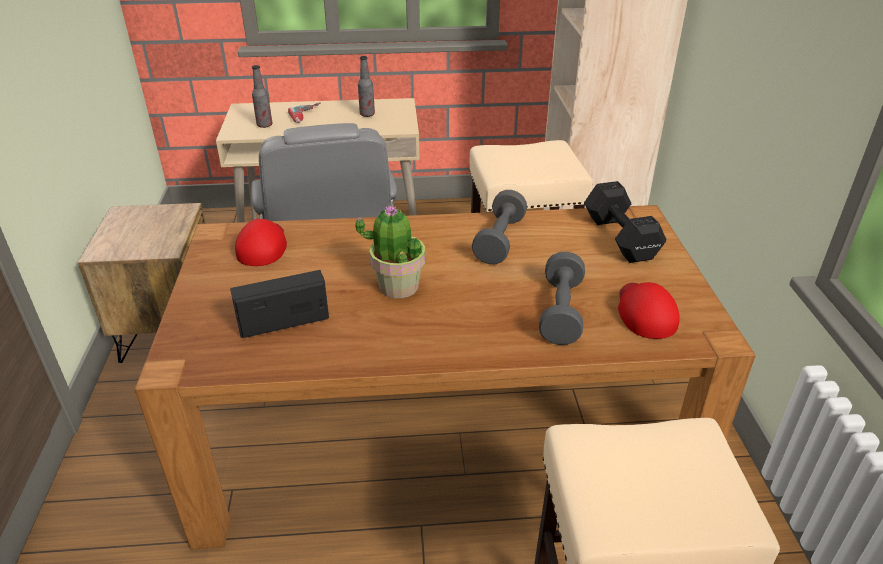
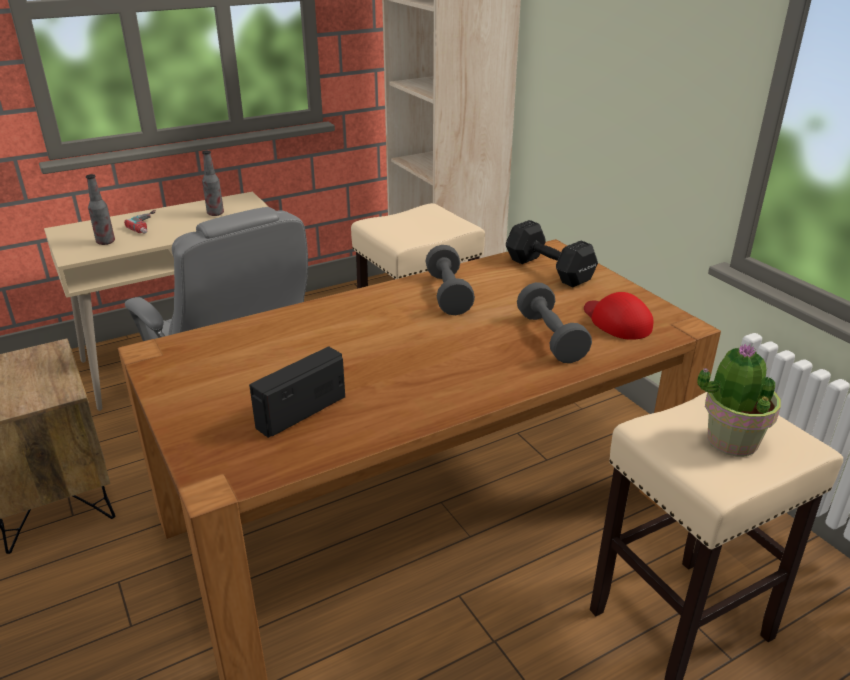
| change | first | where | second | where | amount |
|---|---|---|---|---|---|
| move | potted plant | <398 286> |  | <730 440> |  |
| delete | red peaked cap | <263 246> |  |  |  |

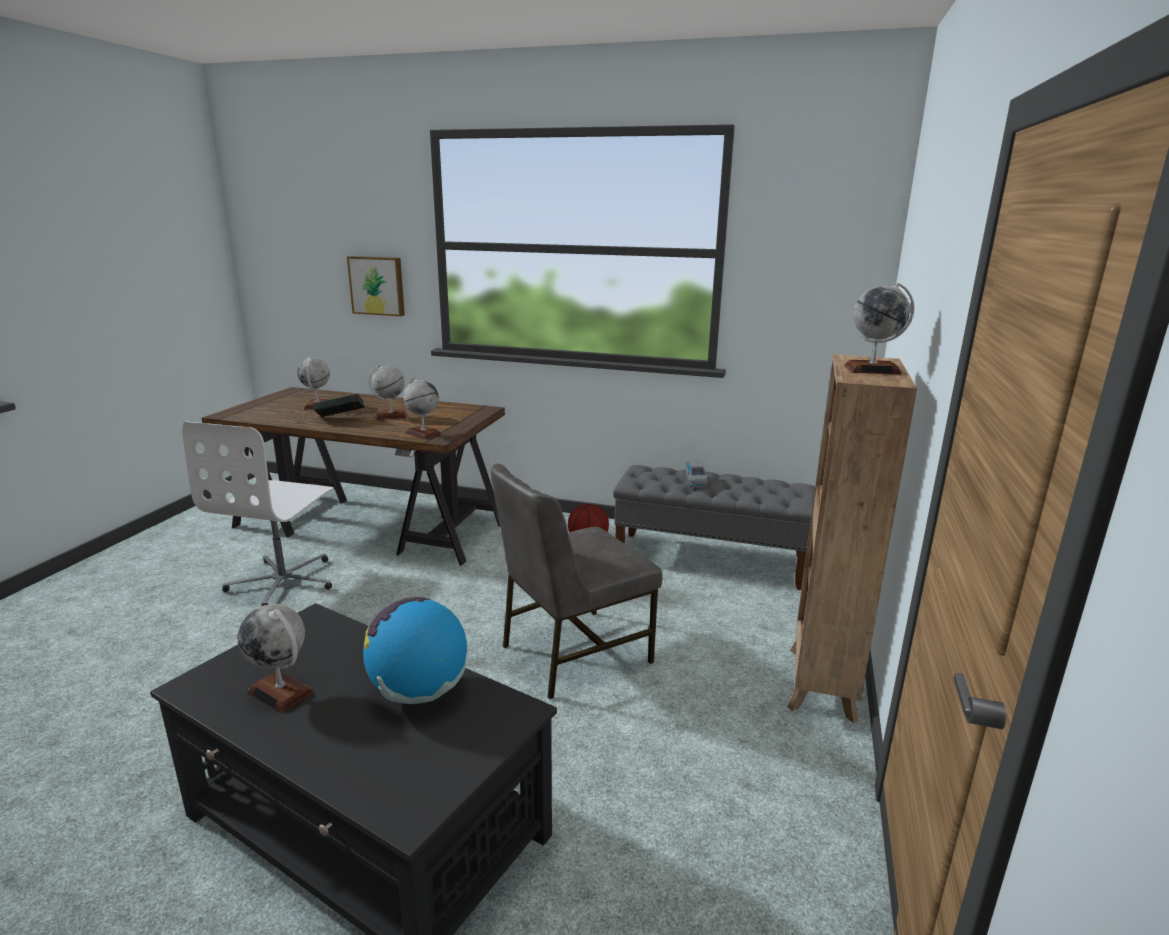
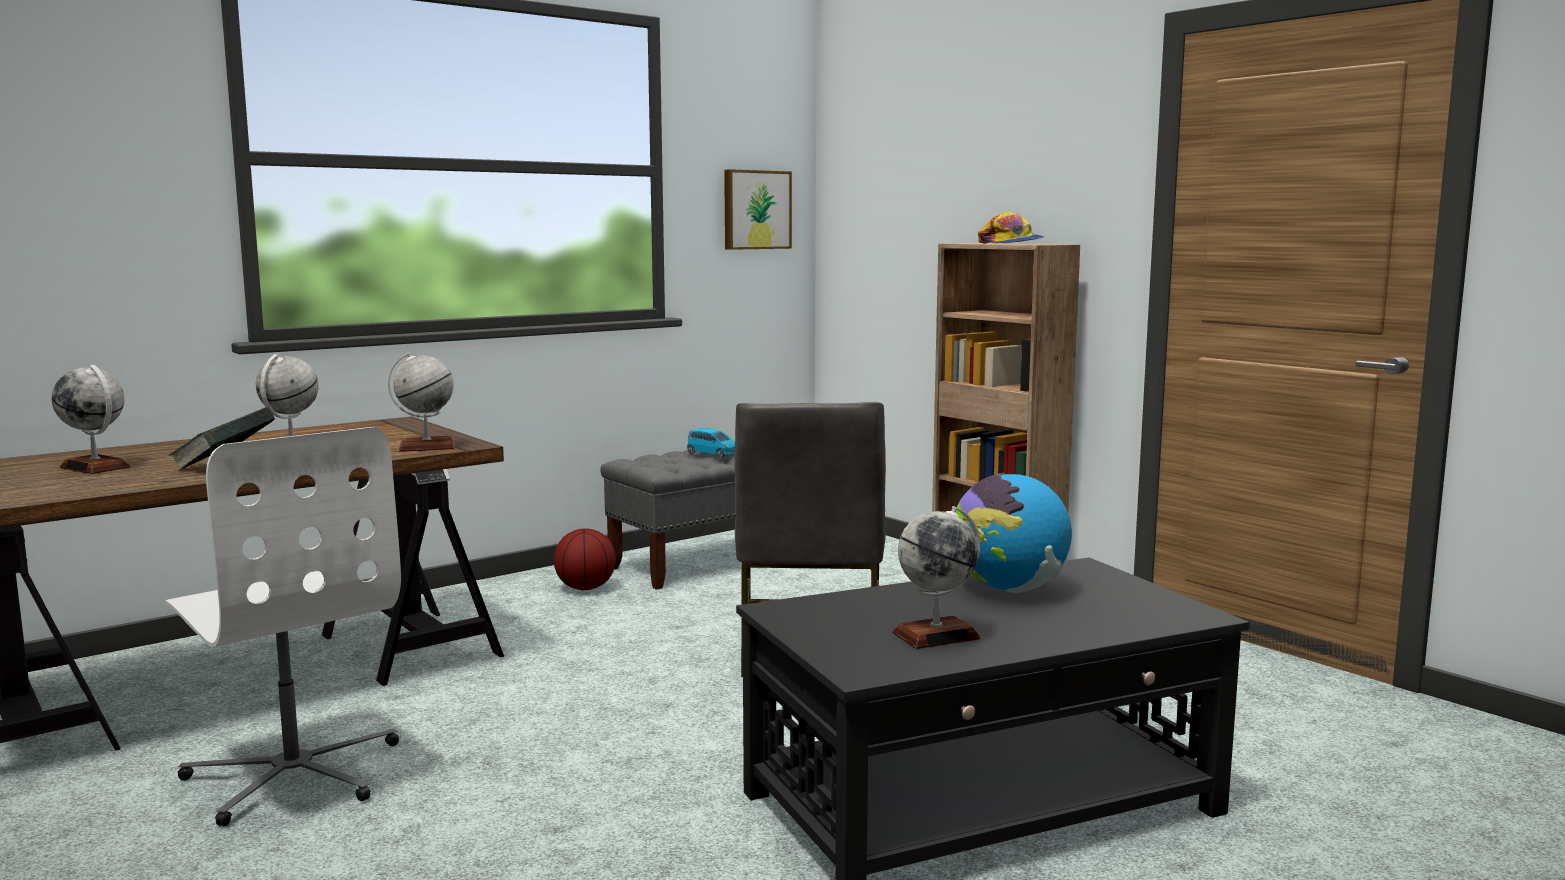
| change | first | where | second | where | amount |
|---|---|---|---|---|---|
| move | wall picture | <377 285> |  | <755 210> |  |
| replace | world globe | <872 370> | peaked cap | <1011 243> |  |
| recolor | grey miniature car | <695 481> | blue miniature car | <712 454> |  |

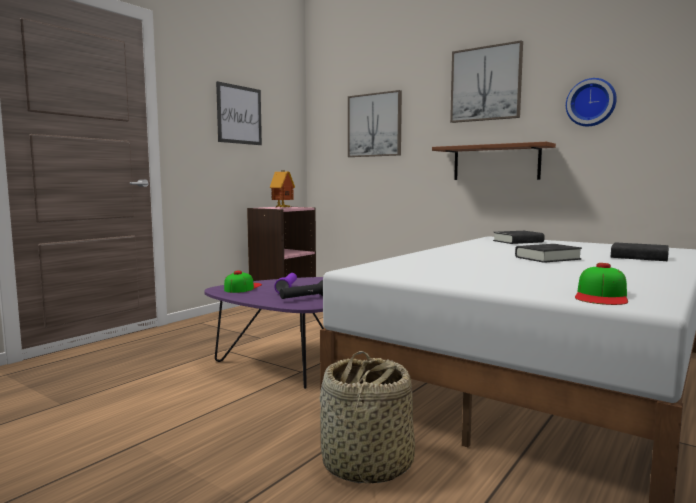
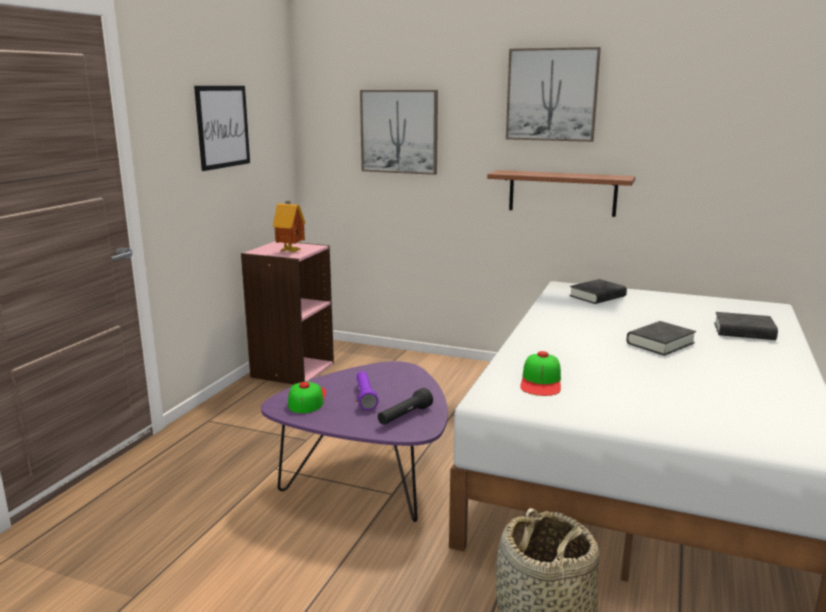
| change | first | where | second | where | amount |
|---|---|---|---|---|---|
| delete | wall clock | <591 102> |  |  |  |
| move | peaked cap | <601 295> |  | <541 381> |  |

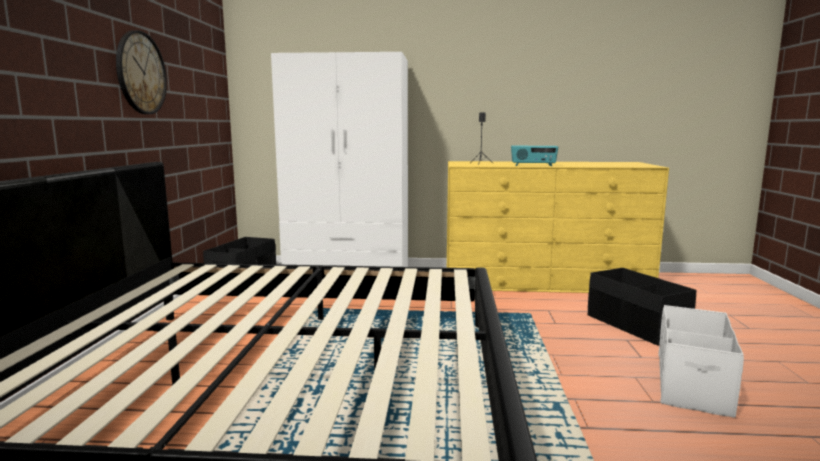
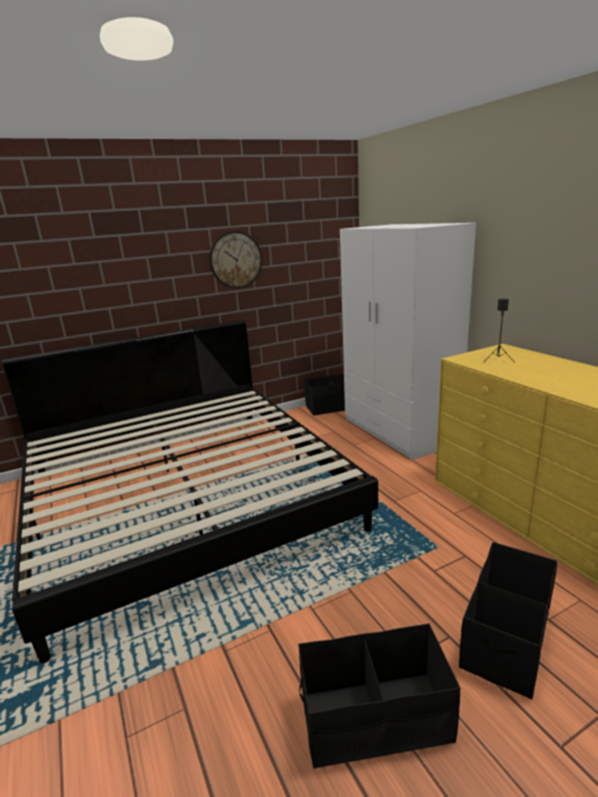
| change | first | where | second | where | amount |
|---|---|---|---|---|---|
| delete | radio | <533 165> |  |  |  |
| recolor | white-coloured storage container | <693 384> | blackish storage container | <375 719> |  |

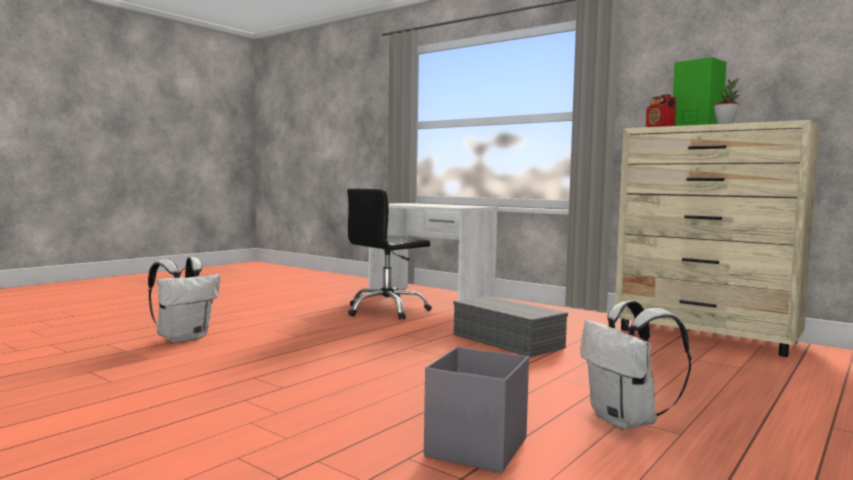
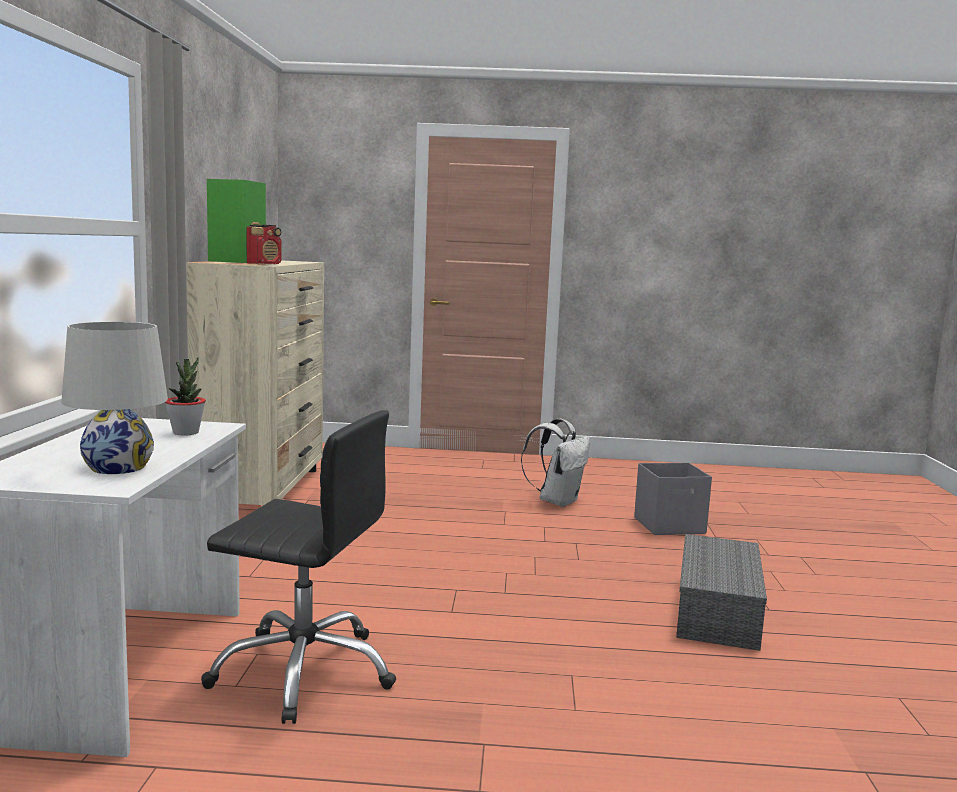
| change | first | where | second | where | amount |
|---|---|---|---|---|---|
| move | potted plant | <725 124> |  | <186 432> |  |
| delete | white-coloured backpack | <184 338> |  |  |  |
| move | grey storage container | <505 341> |  | <719 612> |  |
| insert |  |  | white-coloured table lamp | <118 467> |  |

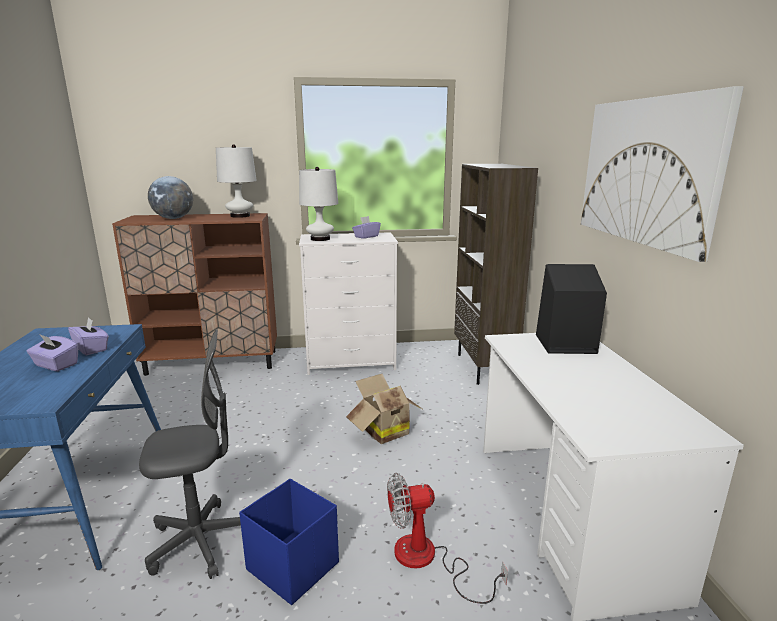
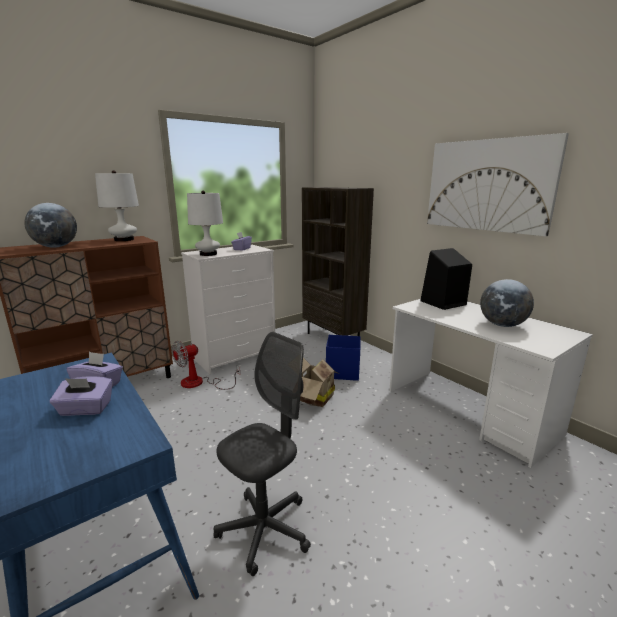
| change | first | where | second | where | amount |
|---|---|---|---|---|---|
| move | cooling fan | <427 560> |  | <199 383> |  |
| move | blue storage container | <292 565> |  | <342 372> |  |
| insert |  |  | world globe | <502 325> |  |

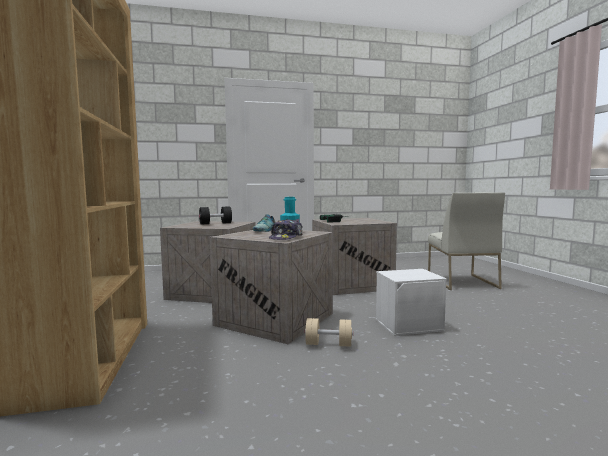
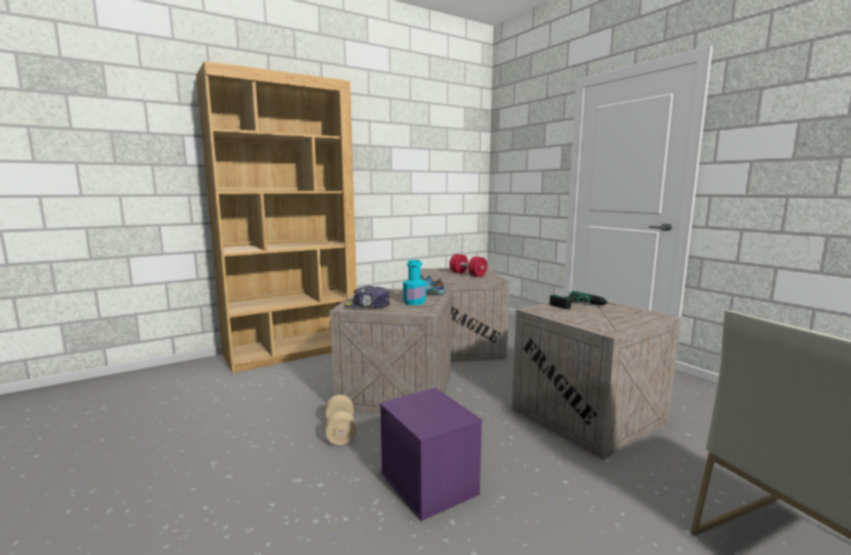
| change | first | where | second | where | amount |
|---|---|---|---|---|---|
| recolor | blackish dumbbell | <215 223> | red dumbbell | <468 274> |  |
| recolor | white-coloured storage container | <409 324> | purple-coloured storage container | <430 483> |  |

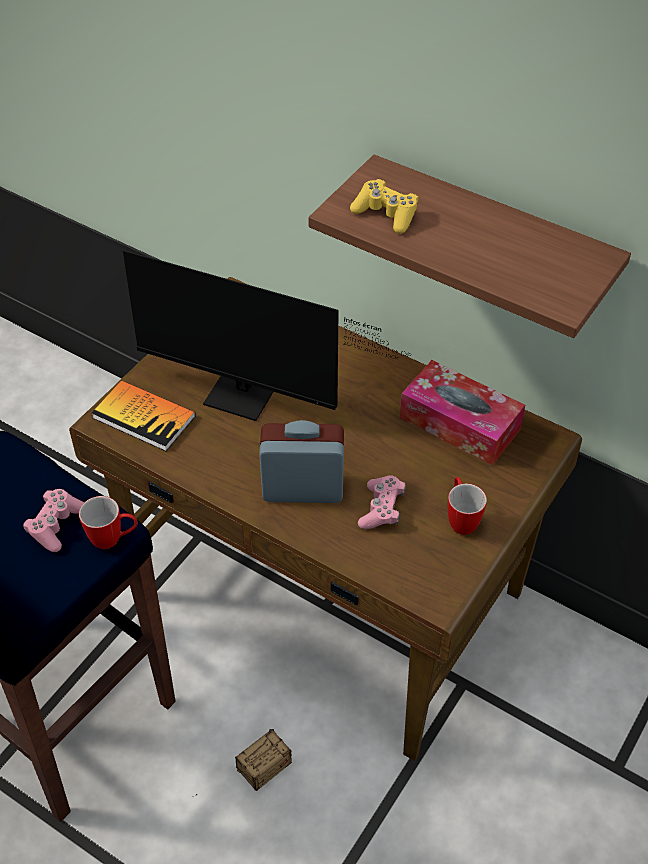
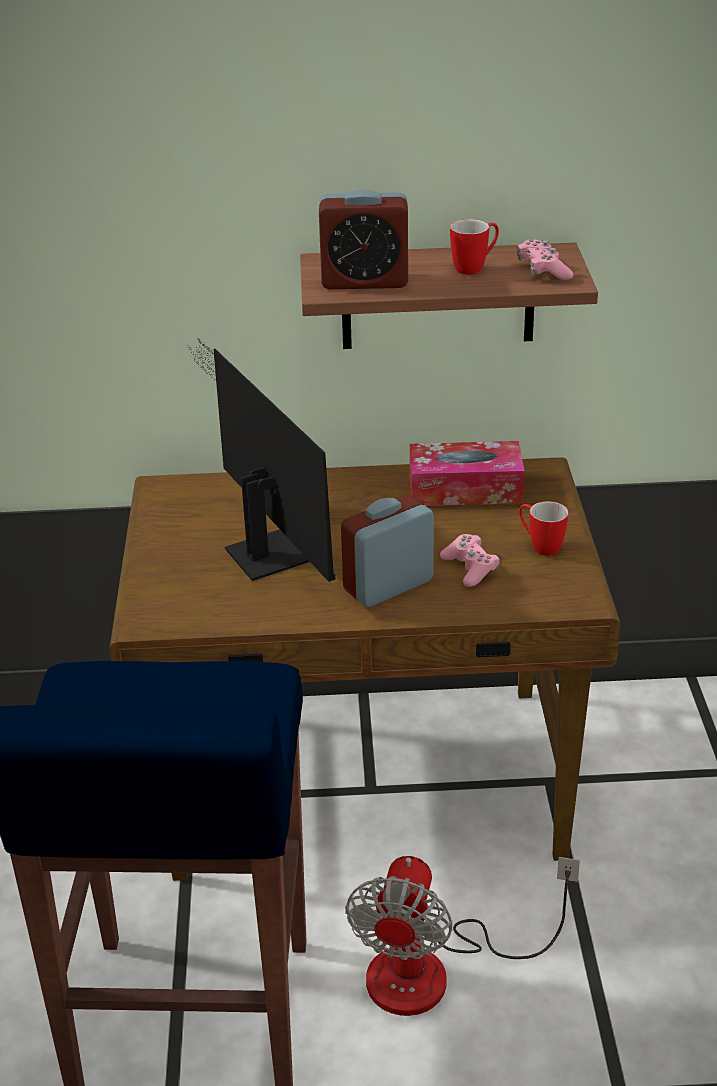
| change | first | where | second | where | amount |
|---|---|---|---|---|---|
| replace | yellow-coloured gamepad | <386 214> | bedside clock | <364 281> |  |
| rotate | monitor | <250 398> |  | <265 548> | 105 degrees counterclockwise |
| delete | bound book | <144 417> |  |  |  |
| move | pinkish gamepad | <56 525> |  | <543 271> |  |
| move | tea mug | <113 539> |  | <475 268> |  |
| replace | storage container | <239 785> | cooling fan | <435 971> |  |

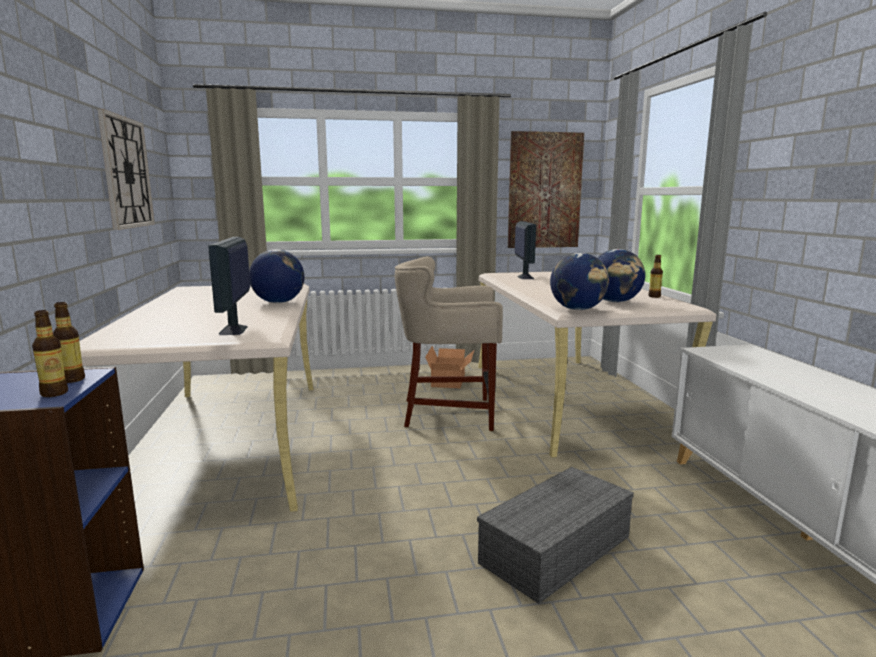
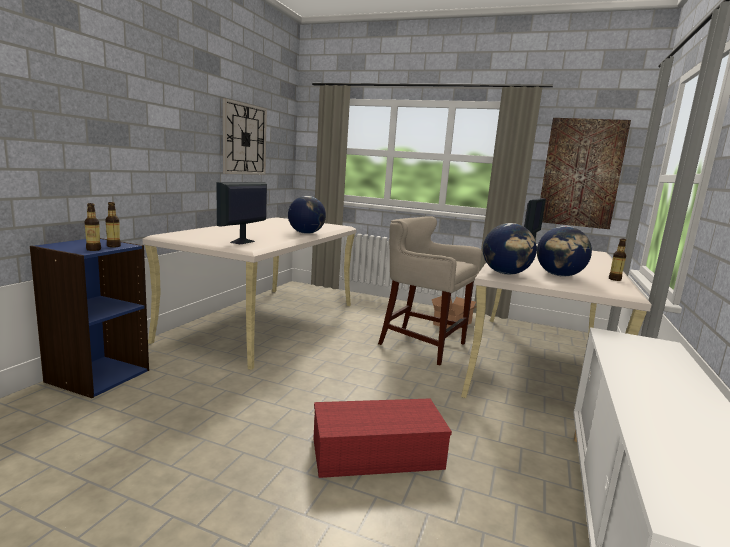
| change | first | where | second | where | amount |
|---|---|---|---|---|---|
| recolor | grey storage container | <556 551> | red storage container | <375 454> |  |

